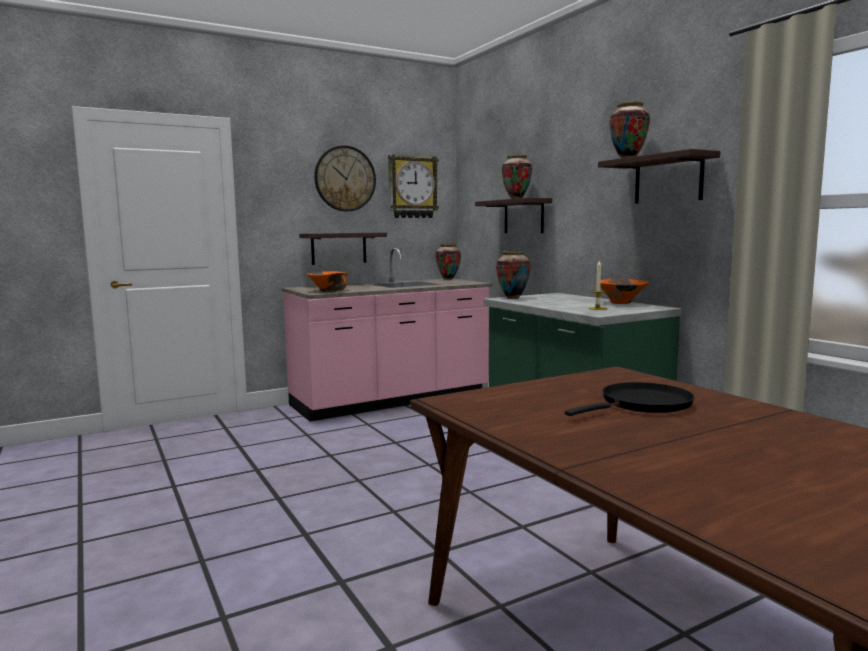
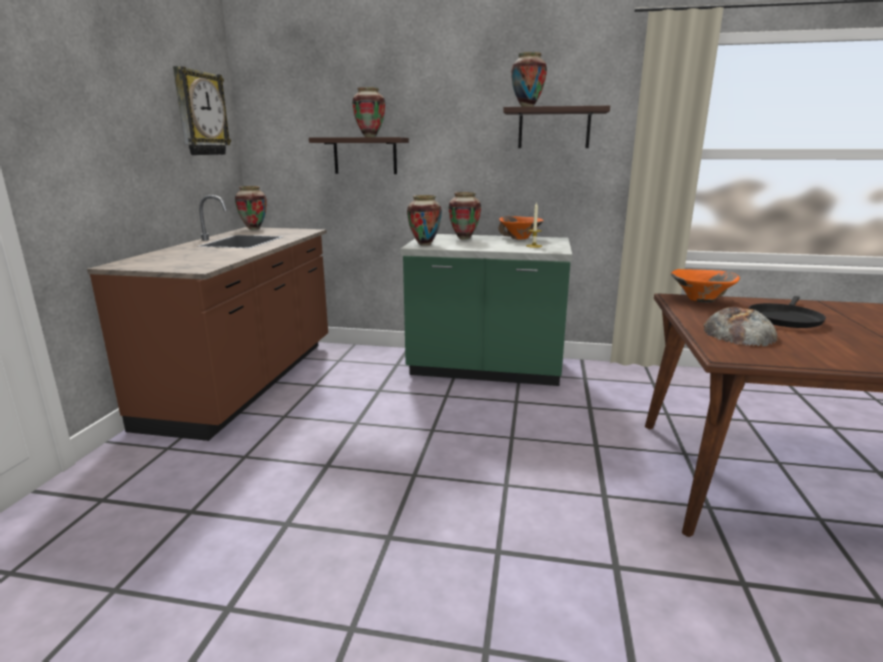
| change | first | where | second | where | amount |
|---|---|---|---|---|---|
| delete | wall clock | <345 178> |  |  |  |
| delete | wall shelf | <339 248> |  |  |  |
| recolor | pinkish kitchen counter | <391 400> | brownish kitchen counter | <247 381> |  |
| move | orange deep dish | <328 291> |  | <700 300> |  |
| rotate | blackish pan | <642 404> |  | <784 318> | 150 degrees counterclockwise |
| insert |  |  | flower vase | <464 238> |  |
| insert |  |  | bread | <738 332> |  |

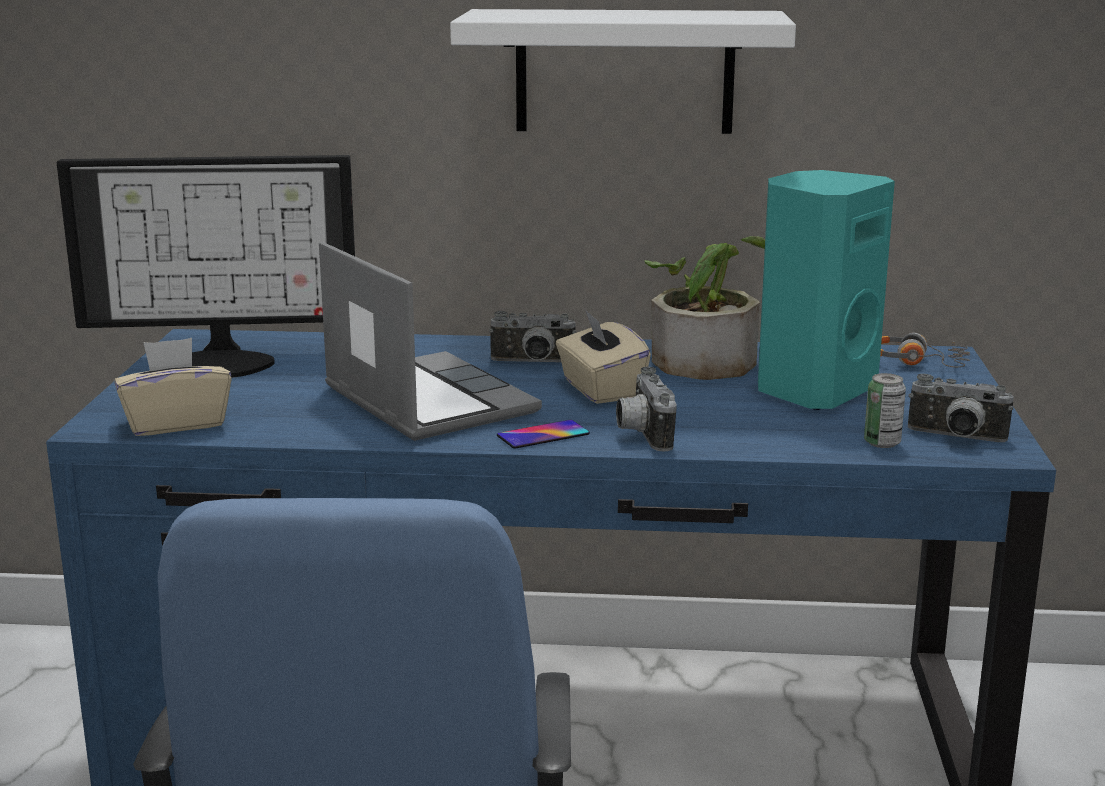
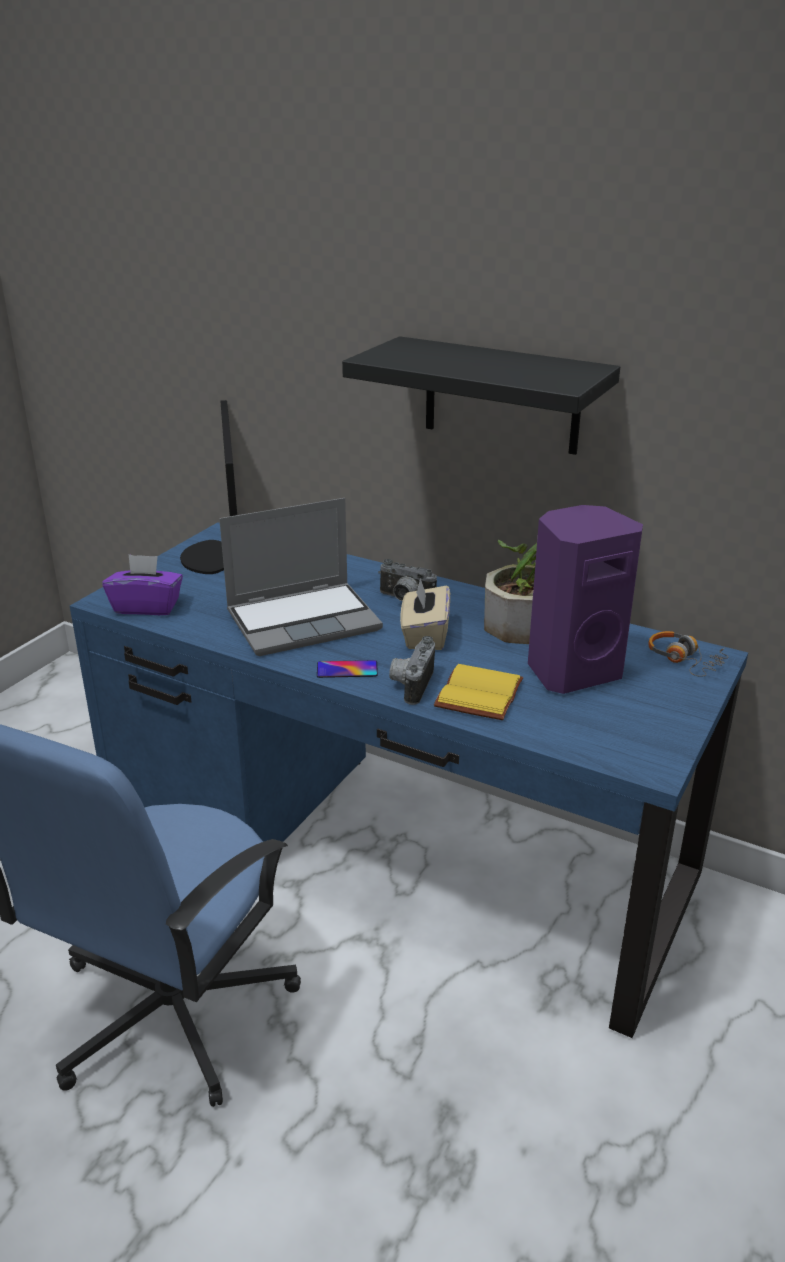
| change | first | where | second | where | amount |
|---|---|---|---|---|---|
| recolor | white-coloured wall shelf | <624 71> | blackish wall shelf | <501 396> |  |
| rotate | monitor | <219 361> |  | <217 557> | 60 degrees clockwise |
| recolor | turquoise audio speaker | <812 391> | purple-coloured audio speaker | <572 671> |  |
| rotate | notebook computer | <425 400> |  | <304 620> | 75 degrees clockwise |
| recolor | sand-coloured tissue holder | <176 423> | purple-coloured tissue holder | <147 607> |  |
| delete | can | <882 443> |  |  |  |
| delete | photo camera | <956 438> |  |  |  |
| insert |  |  | yellow-coloured bound book | <477 693> |  |

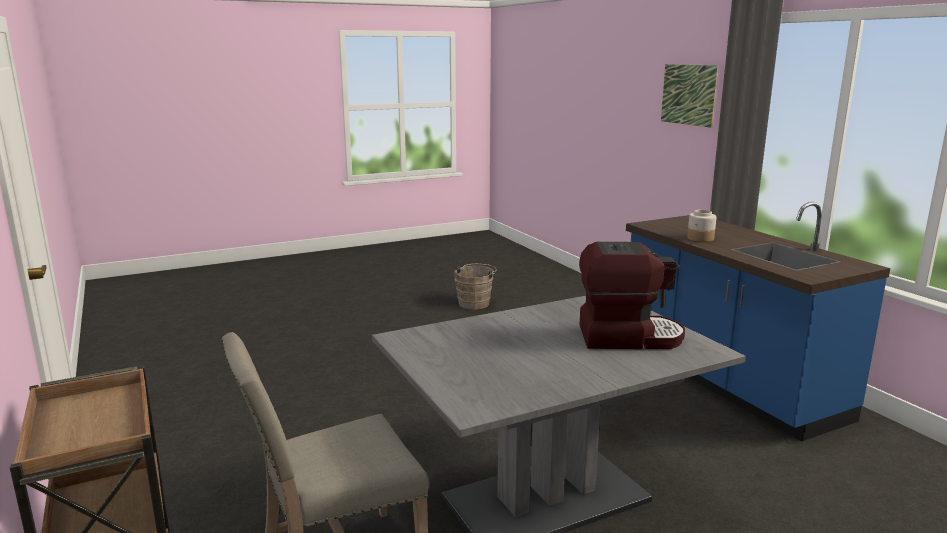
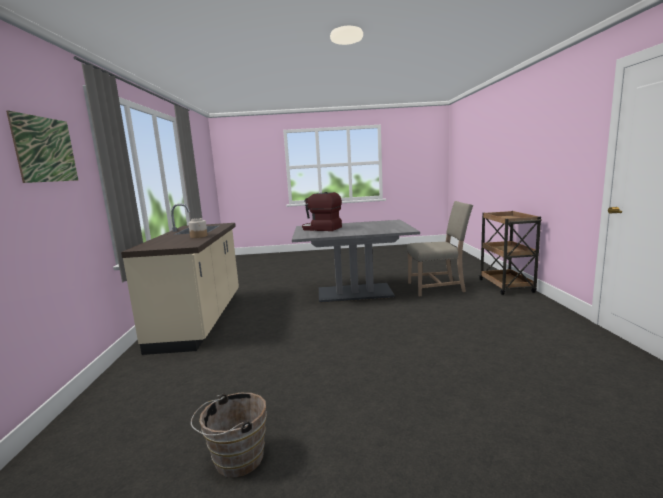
| change | first | where | second | where | amount |
|---|---|---|---|---|---|
| recolor | blue kitchen counter | <726 381> | sand-coloured kitchen counter | <201 320> |  |

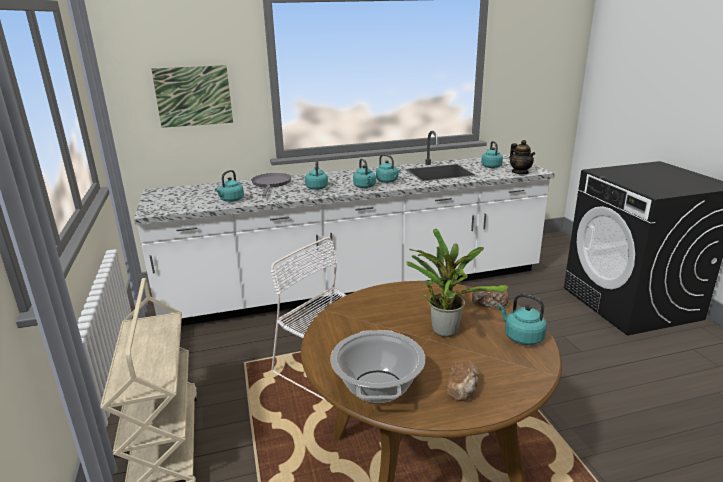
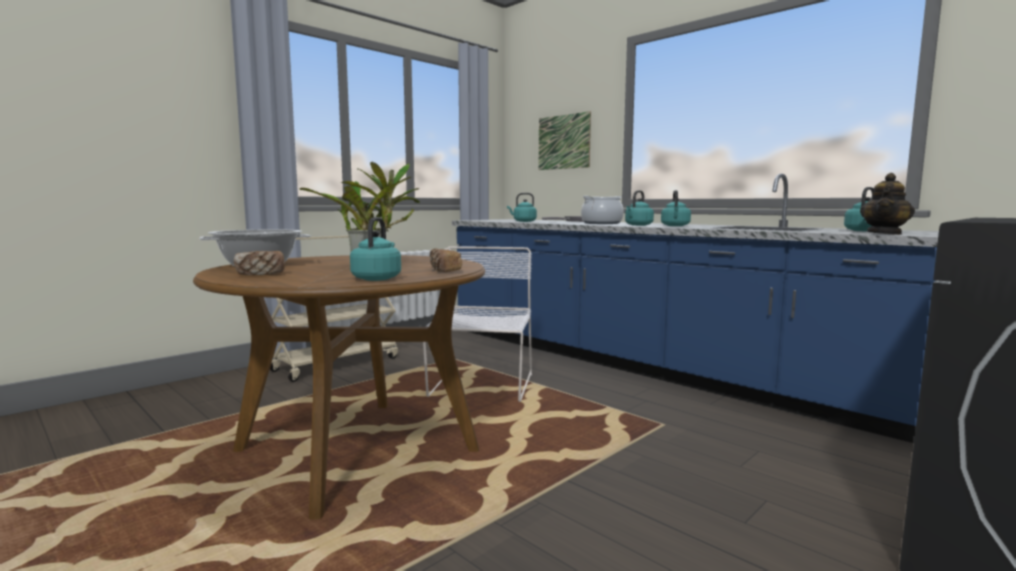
| change | first | where | second | where | amount |
|---|---|---|---|---|---|
| recolor | white-coloured kitchen counter | <356 286> | blue kitchen counter | <642 365> |  |
| replace | turquoise kettle | <317 187> | saucepot | <601 223> |  |

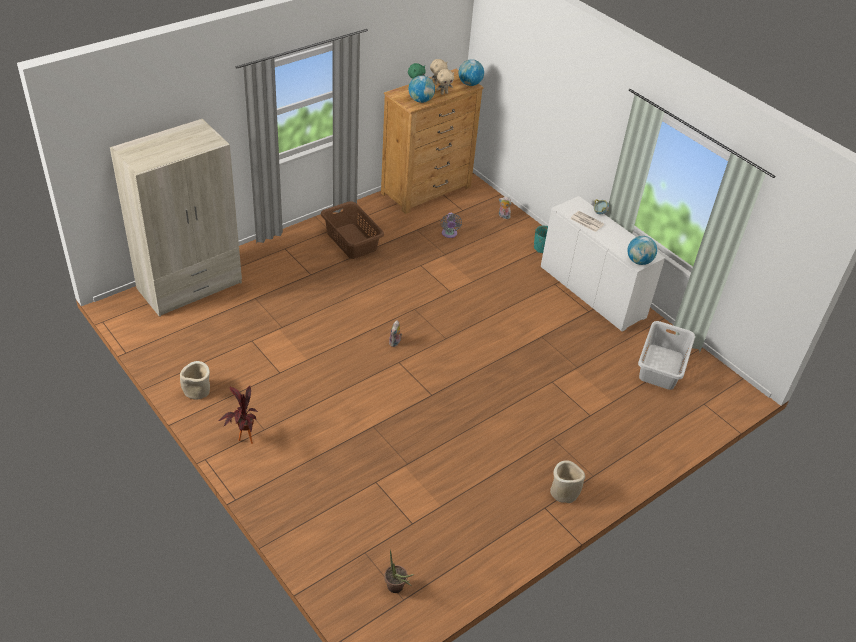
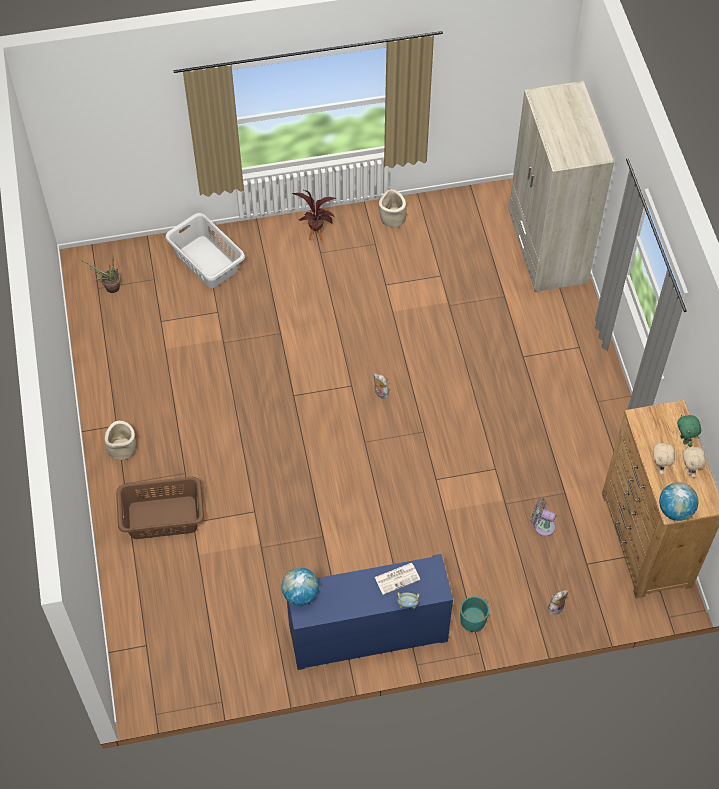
| change | first | where | second | where | amount |
|---|---|---|---|---|---|
| delete | world globe | <421 100> |  |  |  |
| recolor | white-coloured cabinet | <592 292> | blue cabinet | <368 633> |  |
| move | brownish hamper | <352 241> |  | <163 518> |  |
| move | grey hamper | <660 367> |  | <207 261> |  |

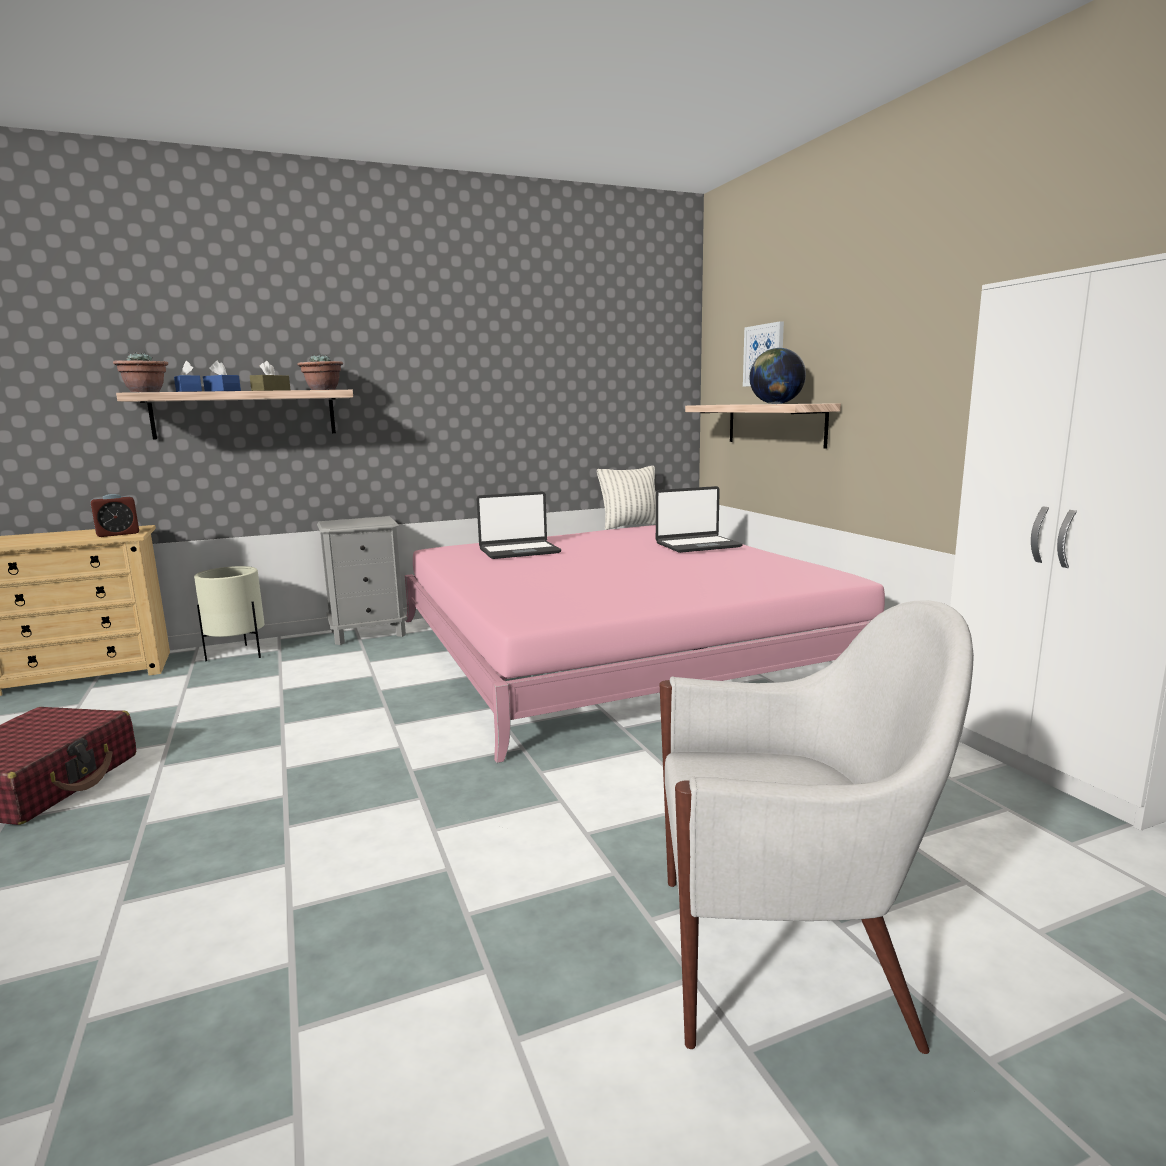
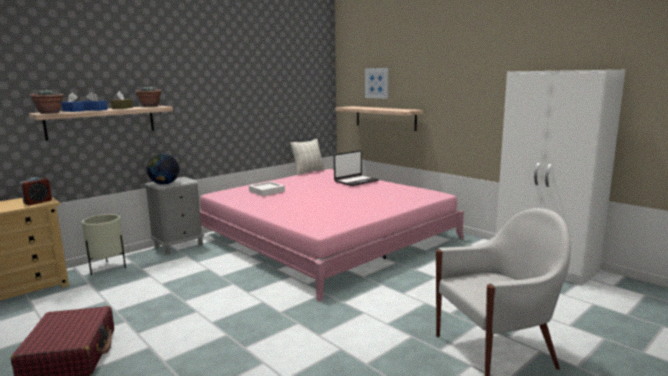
| change | first | where | second | where | amount |
|---|---|---|---|---|---|
| move | world globe | <775 404> |  | <164 184> |  |
| replace | notebook computer | <519 551> | white-coloured serving tray | <267 191> |  |

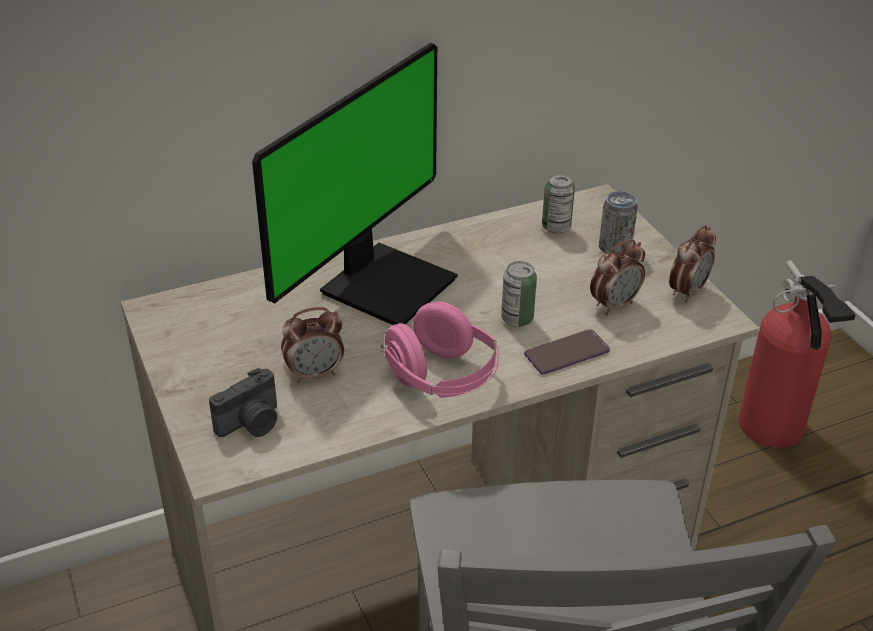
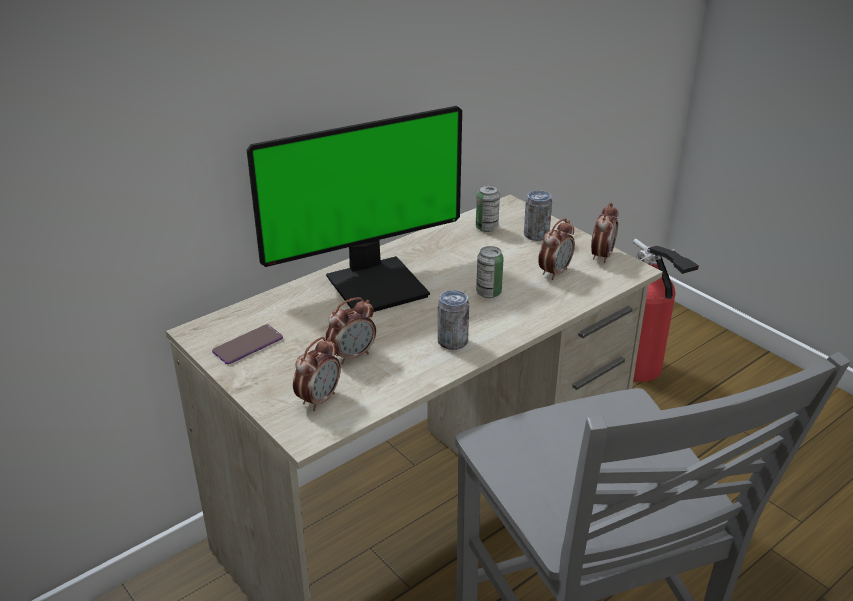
| change | first | where | second | where | amount |
|---|---|---|---|---|---|
| rotate | monitor | <384 283> |  | <376 284> | 45 degrees clockwise |
| replace | pinkish pair of headphones | <442 378> | can | <452 342> |  |
| move | phone | <566 353> |  | <248 345> |  |
| replace | photo camera | <251 424> | bedside clock | <319 399> |  |

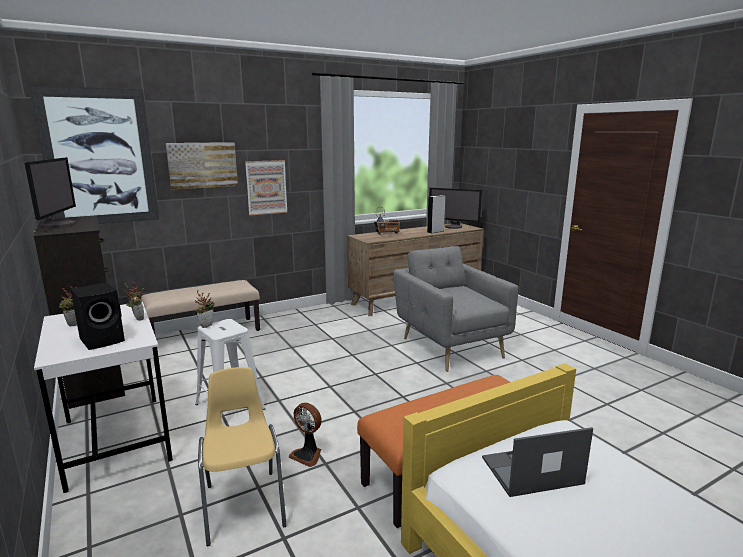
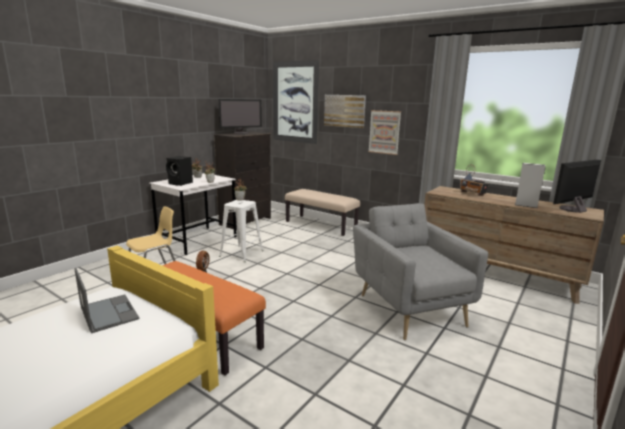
| change | first | where | second | where | amount |
|---|---|---|---|---|---|
| rotate | monitor | <454 227> |  | <572 209> | 60 degrees clockwise |
| rotate | grey easy chair | <449 345> |  | <409 307> | 60 degrees counterclockwise |

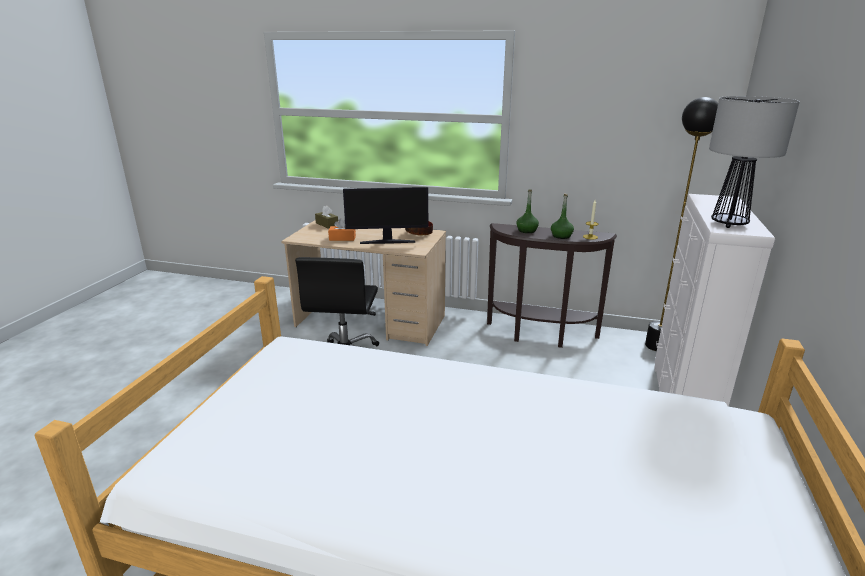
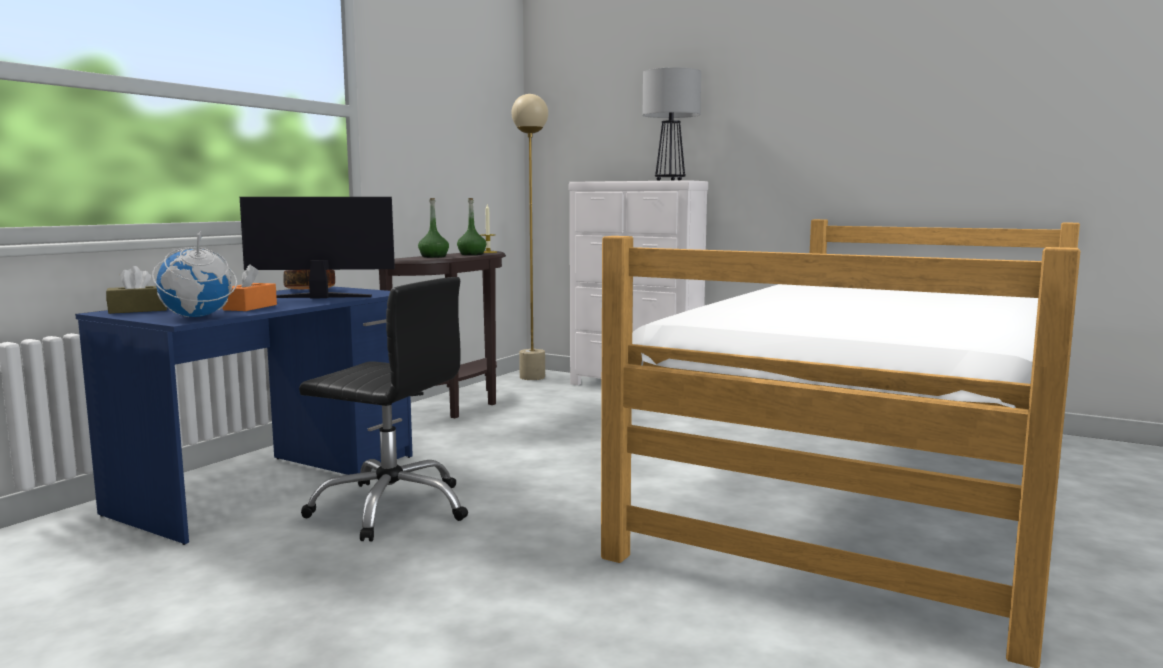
| change | first | where | second | where | amount |
|---|---|---|---|---|---|
| recolor | blackish standard lamp | <656 346> | sand-coloured standard lamp | <532 377> |  |
| rotate | monitor | <387 242> |  | <320 297> | 105 degrees counterclockwise |
| recolor | sand-coloured desk unit | <371 322> | blue desk unit | <271 483> |  |
| insert |  |  | world globe | <196 317> |  |

